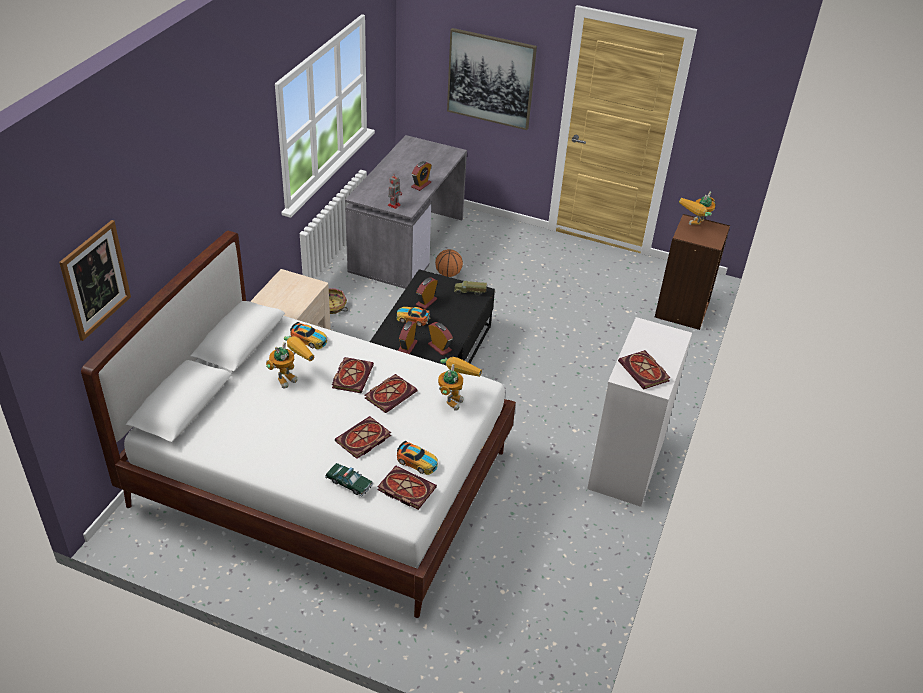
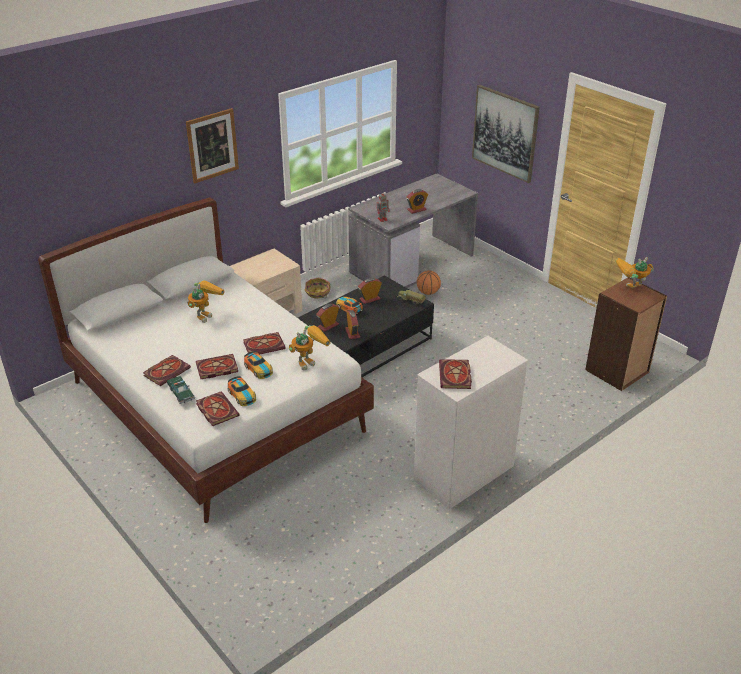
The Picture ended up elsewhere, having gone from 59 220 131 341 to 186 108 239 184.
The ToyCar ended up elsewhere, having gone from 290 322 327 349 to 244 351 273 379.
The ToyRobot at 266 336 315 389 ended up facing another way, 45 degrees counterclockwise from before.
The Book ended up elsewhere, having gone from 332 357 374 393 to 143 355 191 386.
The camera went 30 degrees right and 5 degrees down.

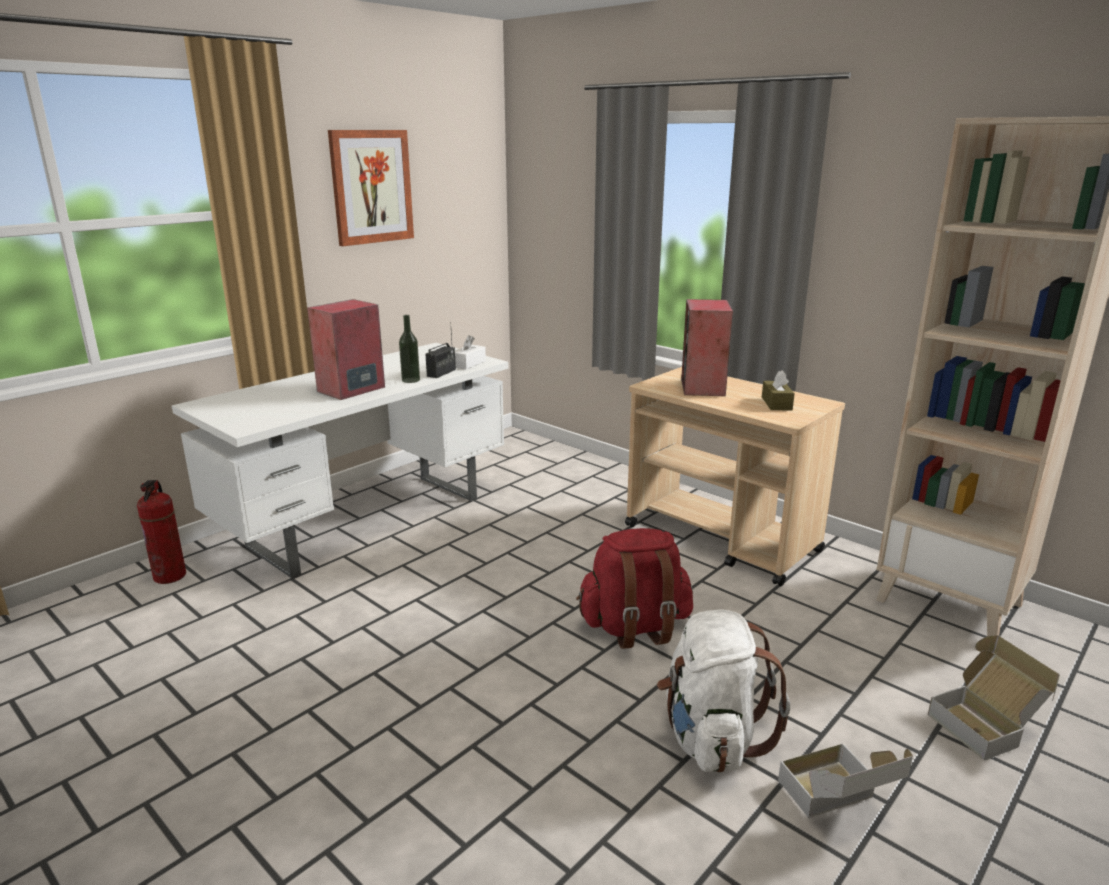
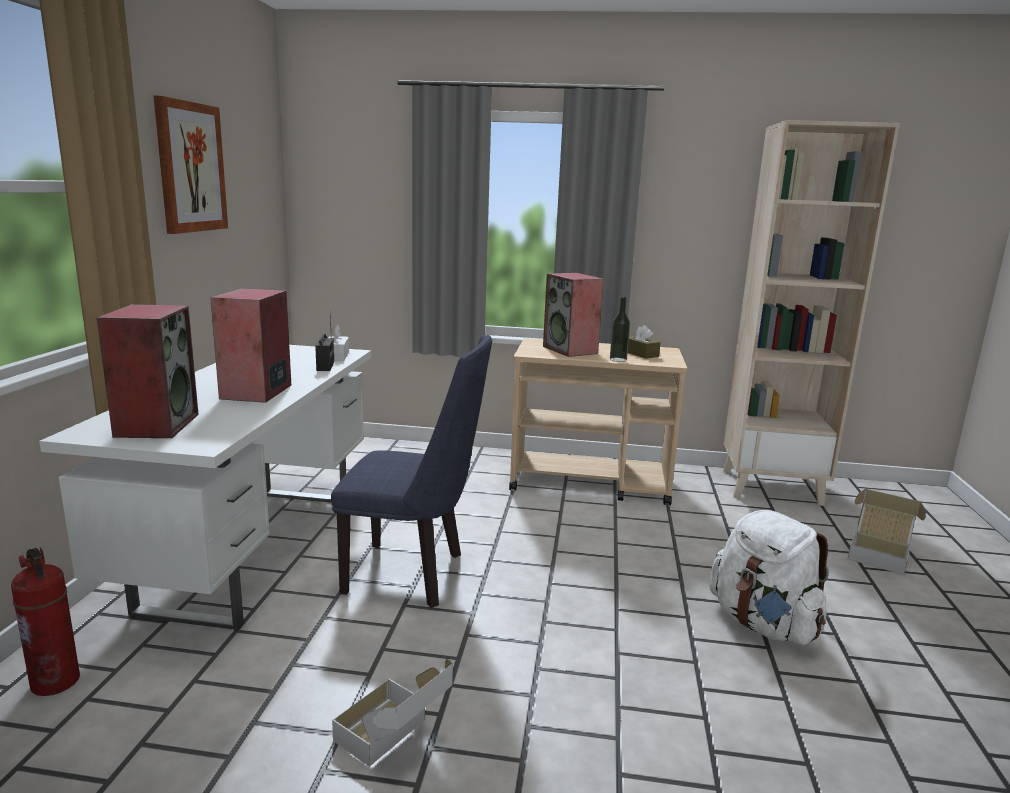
The Bottle ended up elsewhere, having gone from 399 315 420 383 to 610 297 630 362.
The second view lost the RedBackpack at 576 528 693 649.
The CardboardBox ended up elsewhere, having gone from 778 743 913 818 to 332 659 453 767.
The second view gained the Speaker at 97 304 199 438.
The second view gained the BlueChair at 331 335 492 608.
The camera went 35 degrees left and 5 degrees down.

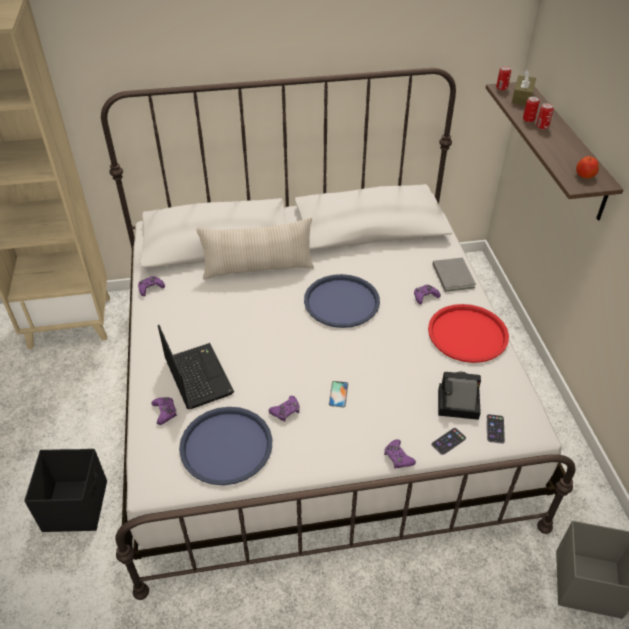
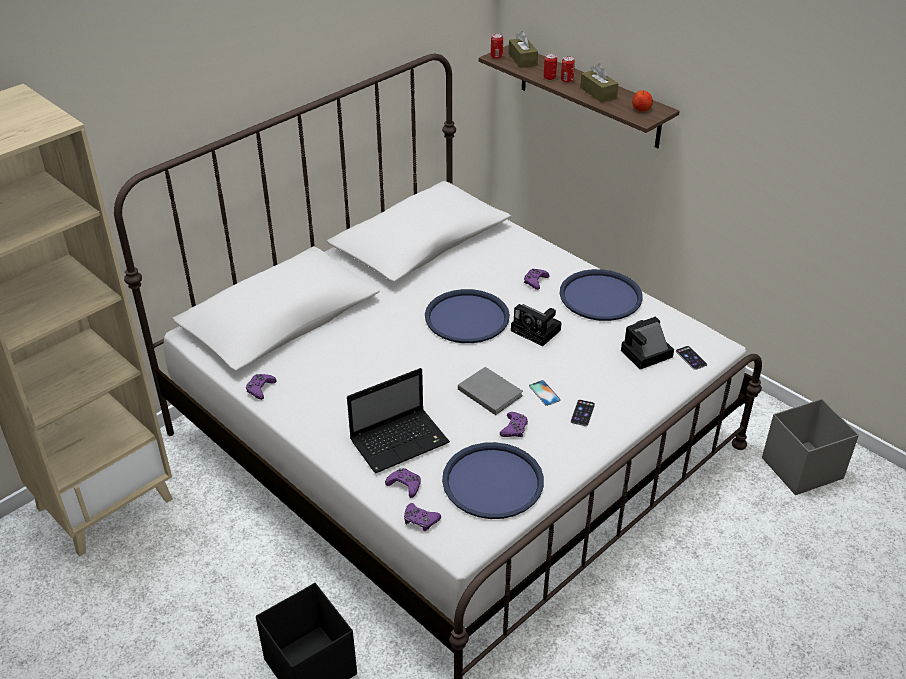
The second view lost the BeigePillow at 197 217 314 279.
The GreyBook ended up elsewhere, having gone from 433 258 476 292 to 458 367 523 415.
What was the RedTray at 428 304 509 363 turned into the BlueTray at 560 269 643 321.
The Laptop at 158 325 234 409 ended up facing another way, 120 degrees clockwise from before.
The Phone ended up elsewhere, having gone from 431 428 466 455 to 571 399 595 426.
The PurpleGameController ended up elsewhere, having gone from 384 439 416 469 to 404 503 441 531.
The second view gained the BrownTissueBox at 580 64 618 102.
The second view gained the PhotoCamera at 511 304 562 346.
The camera went 35 degrees left and 5 degrees down.

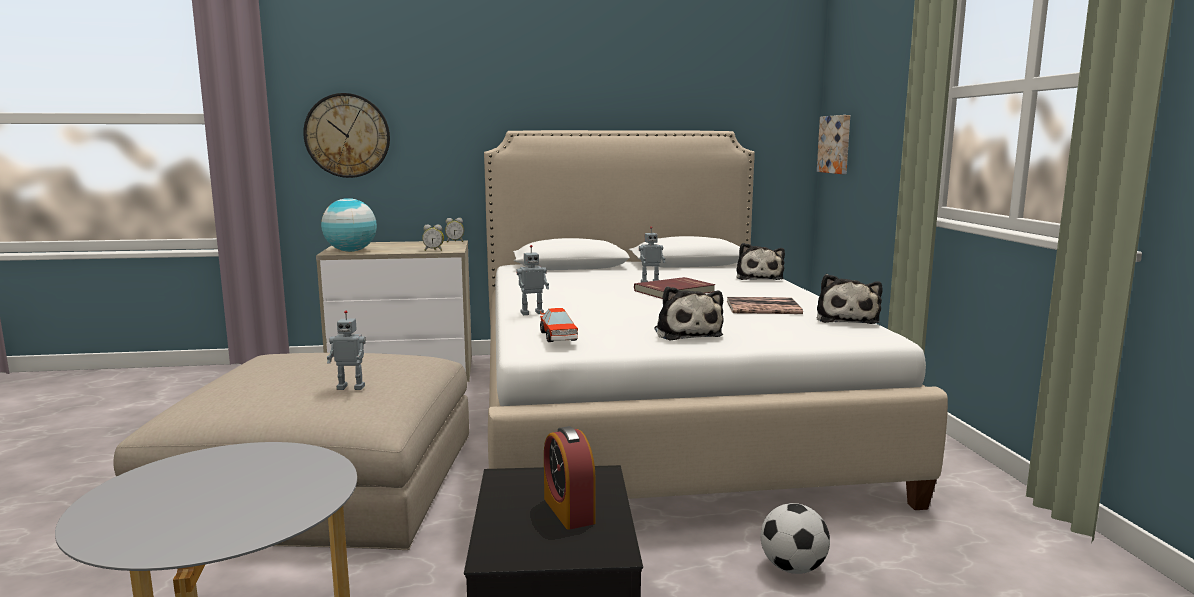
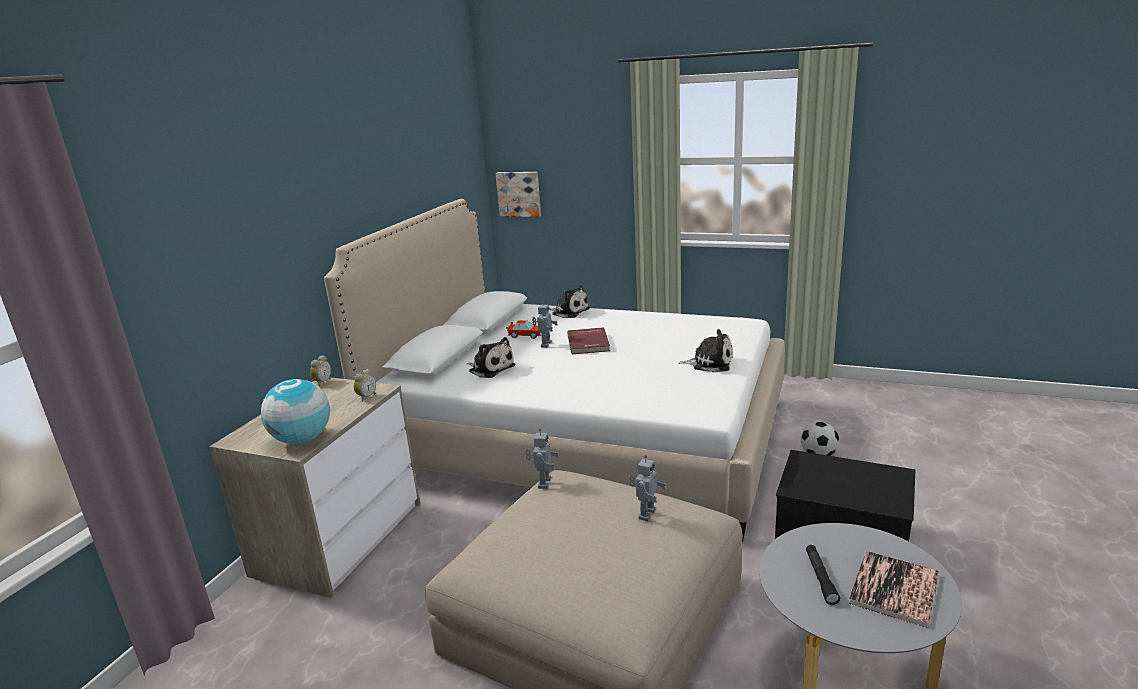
The second view lost the WallClock at 303 93 390 178.
The ToyRobot ended up elsewhere, having gone from 516 245 549 315 to 525 429 559 489.
The PlushToy ended up elsewhere, having gone from 817 274 883 324 to 467 337 516 378.
The Book ended up elsewhere, having gone from 727 297 803 314 to 848 551 940 628.
The ToyCar ended up elsewhere, having gone from 540 308 578 342 to 506 320 542 339.
The second view lost the AlarmClock at 544 426 595 530.
The second view gained the BlackFlashlight at 806 545 840 605.
The camera went 60 degrees left and 10 degrees up.

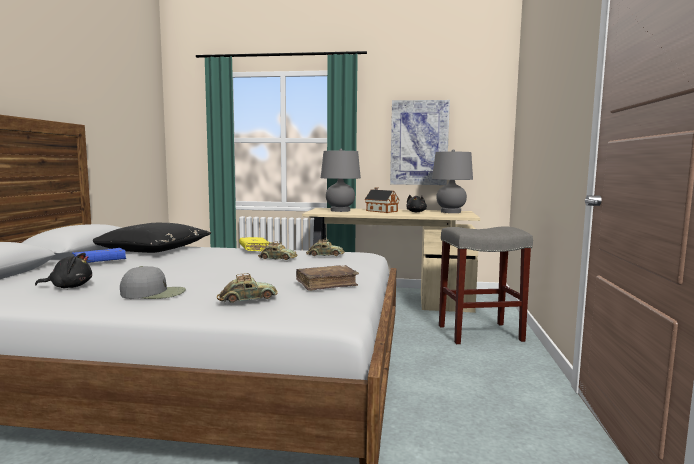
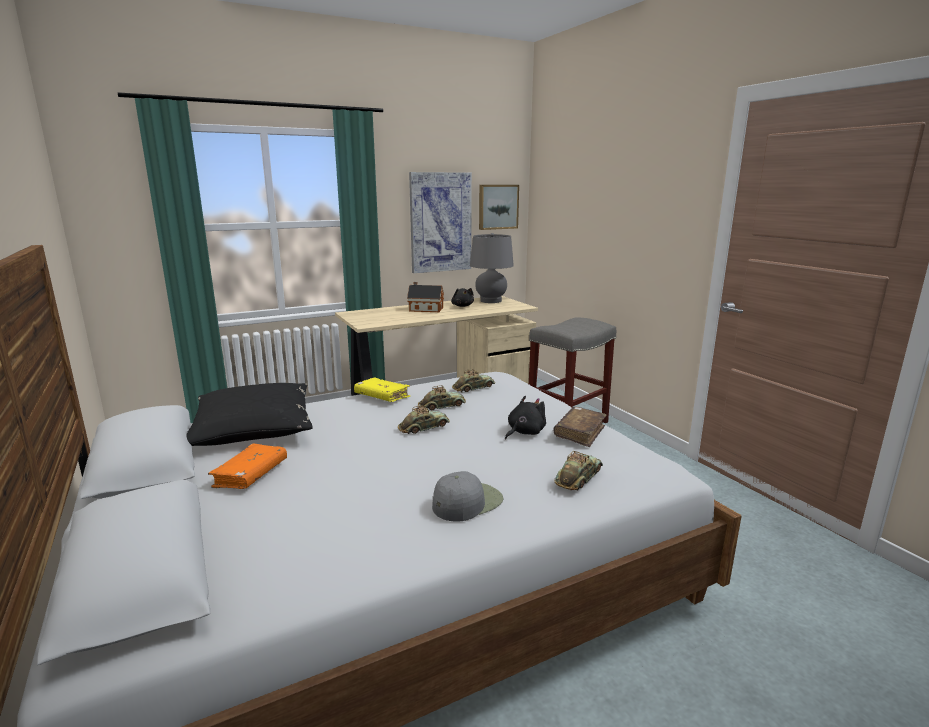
The second view lost the GreyTableLamp at 321 149 361 212.
What was the BlueBook at 72 248 126 263 turned into the OrangeBook at 208 444 287 489.
The BlackPlushToy ended up elsewhere, having gone from 35 253 92 288 to 505 396 546 439.
The second view gained the Picture at 479 185 519 230.
The second view gained the ToyCar at 398 405 450 434.
The camera went 35 degrees left and 10 degrees up.

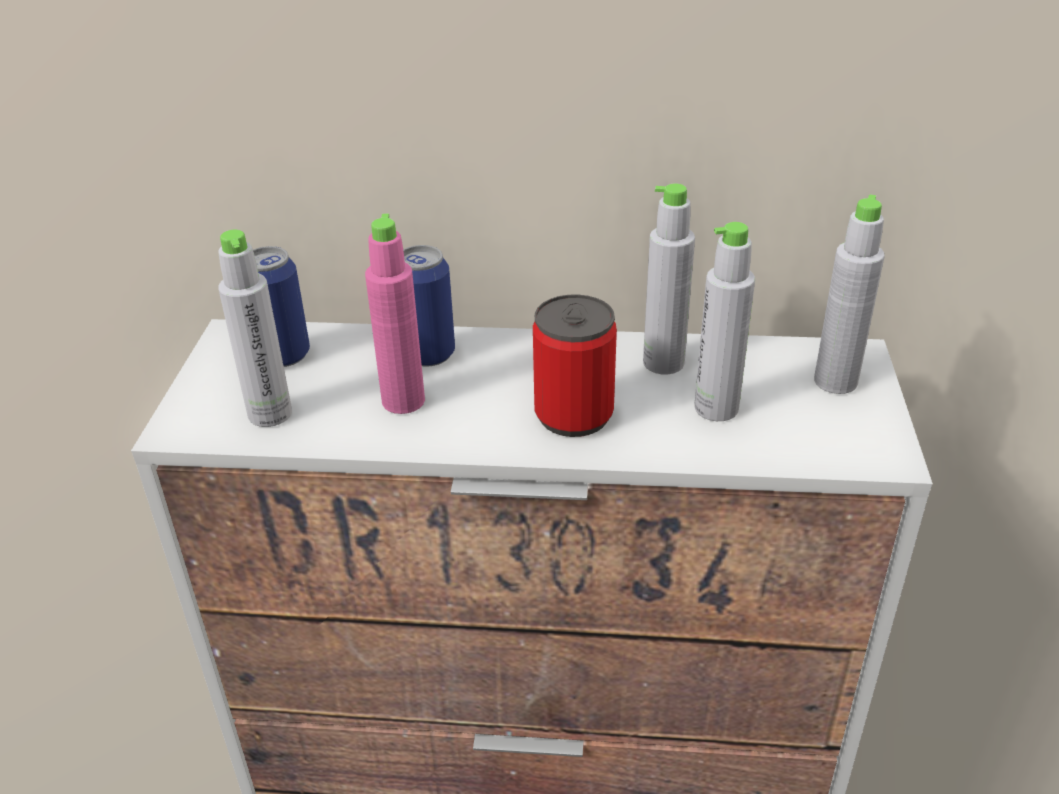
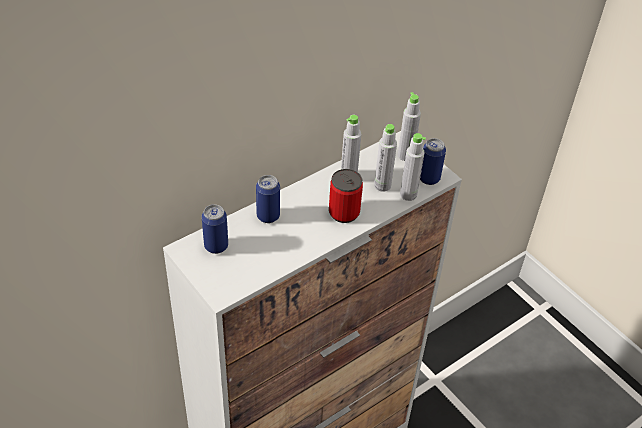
The second view lost the PinkBottle at 365 214 425 414.
The GreyBottle ended up elsewhere, having gone from 218 230 292 427 to 400 133 426 201.
The second view gained the Can at 420 138 446 185.
The camera went 45 degrees left and 10 degrees up.

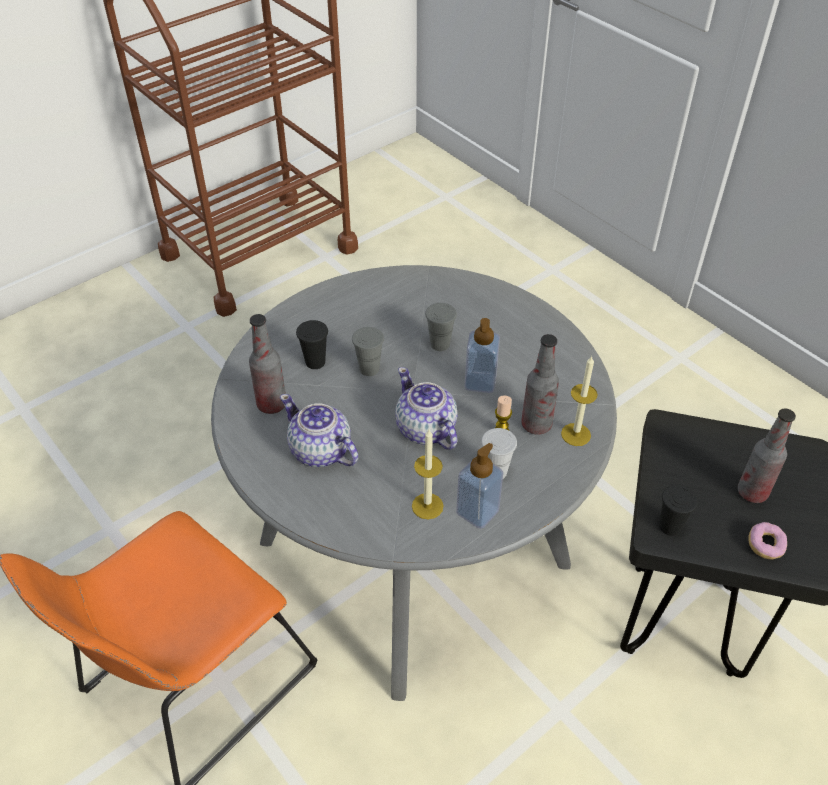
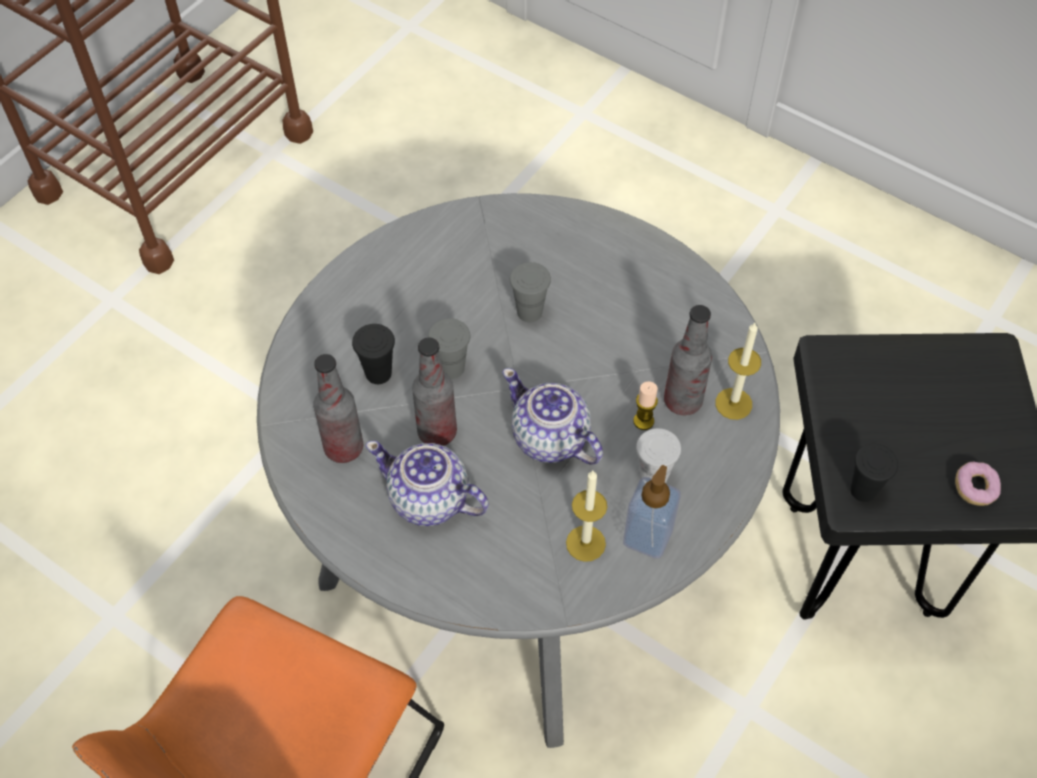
The second view lost the SoapDispenser at 464 318 500 393.
The Bottle ended up elsewhere, having gone from 738 408 796 503 to 412 338 457 446.
The camera went 15 degrees left and 10 degrees up.

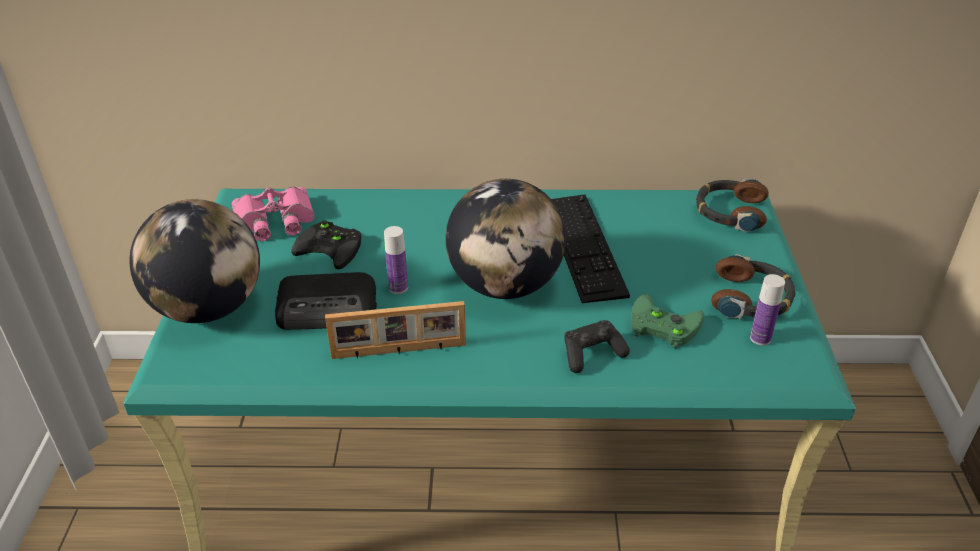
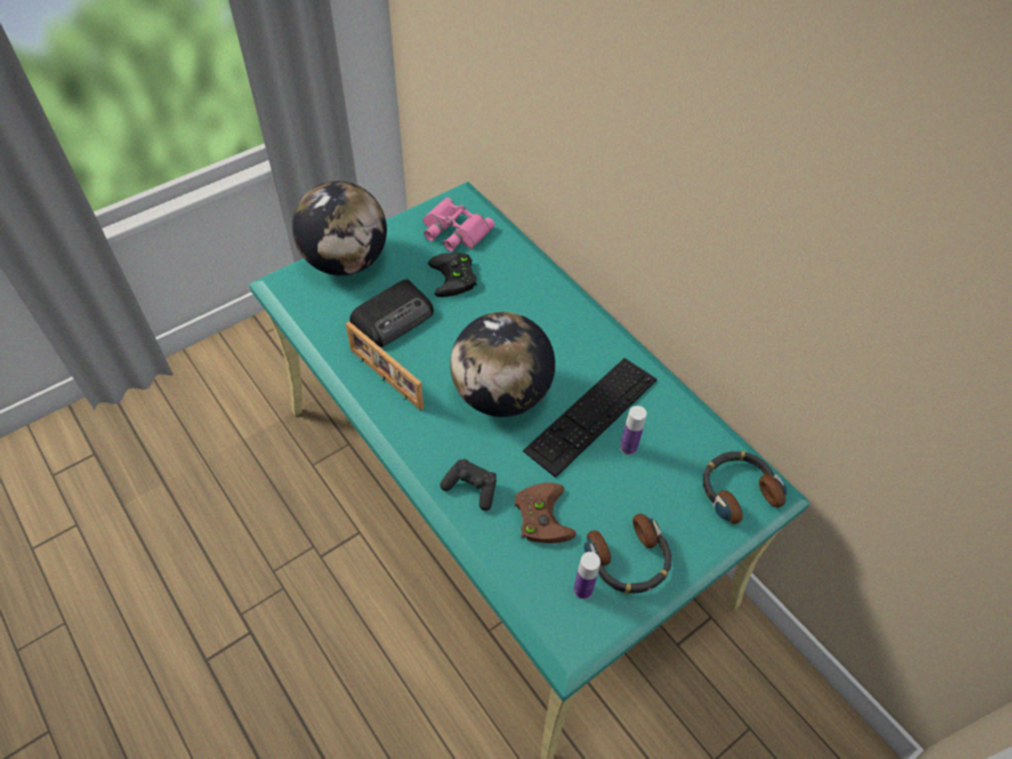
The Bottle ended up elsewhere, having gone from 384 226 408 294 to 620 406 647 455.
The Radio at 275 272 377 330 ended up facing another way, 90 degrees counterclockwise from before.
What was the GreenGameController at 631 294 704 349 turned into the BrownGameController at 514 483 576 543.
The camera went 50 degrees right and 15 degrees up.

